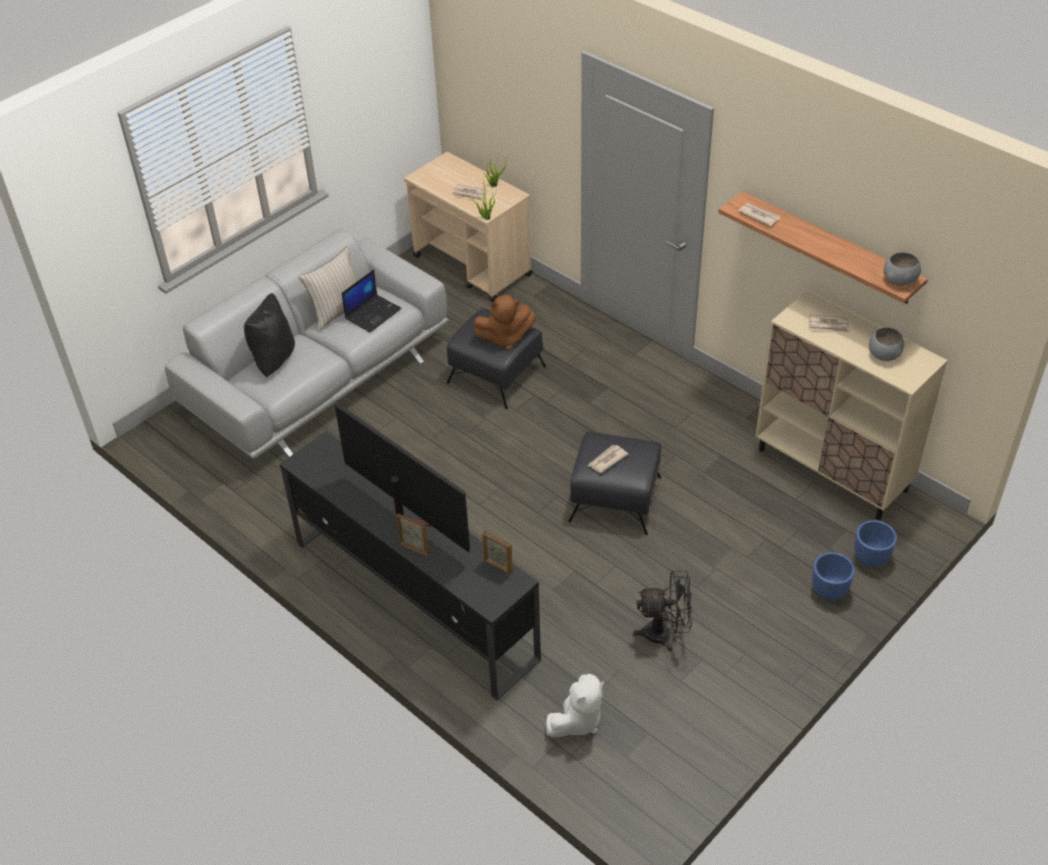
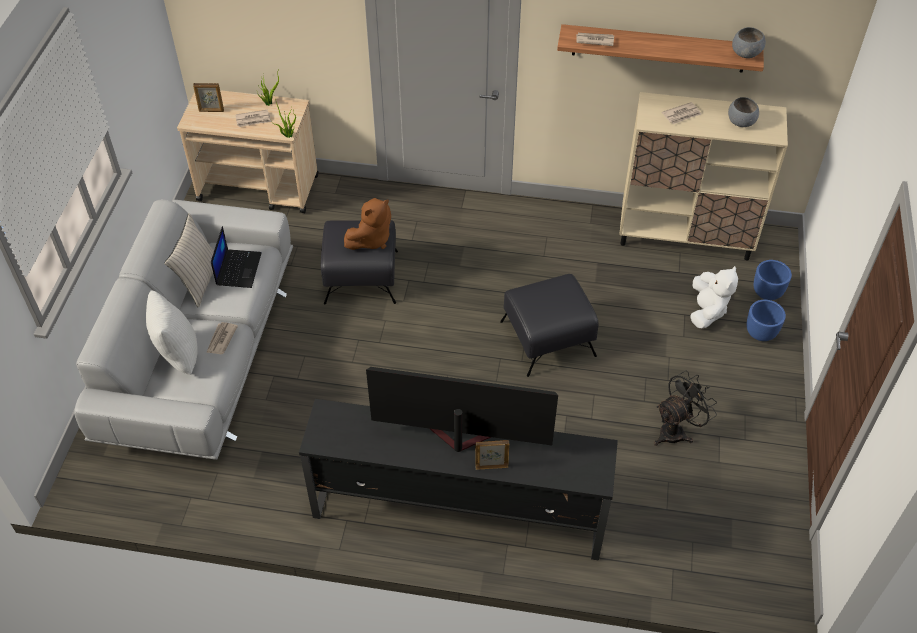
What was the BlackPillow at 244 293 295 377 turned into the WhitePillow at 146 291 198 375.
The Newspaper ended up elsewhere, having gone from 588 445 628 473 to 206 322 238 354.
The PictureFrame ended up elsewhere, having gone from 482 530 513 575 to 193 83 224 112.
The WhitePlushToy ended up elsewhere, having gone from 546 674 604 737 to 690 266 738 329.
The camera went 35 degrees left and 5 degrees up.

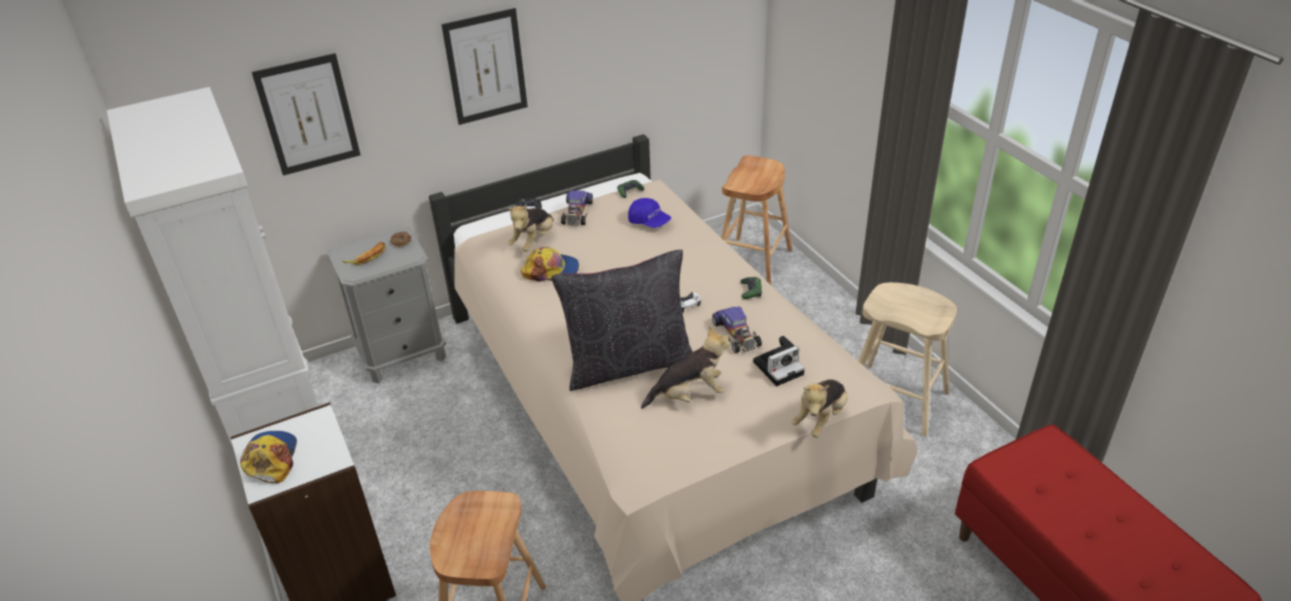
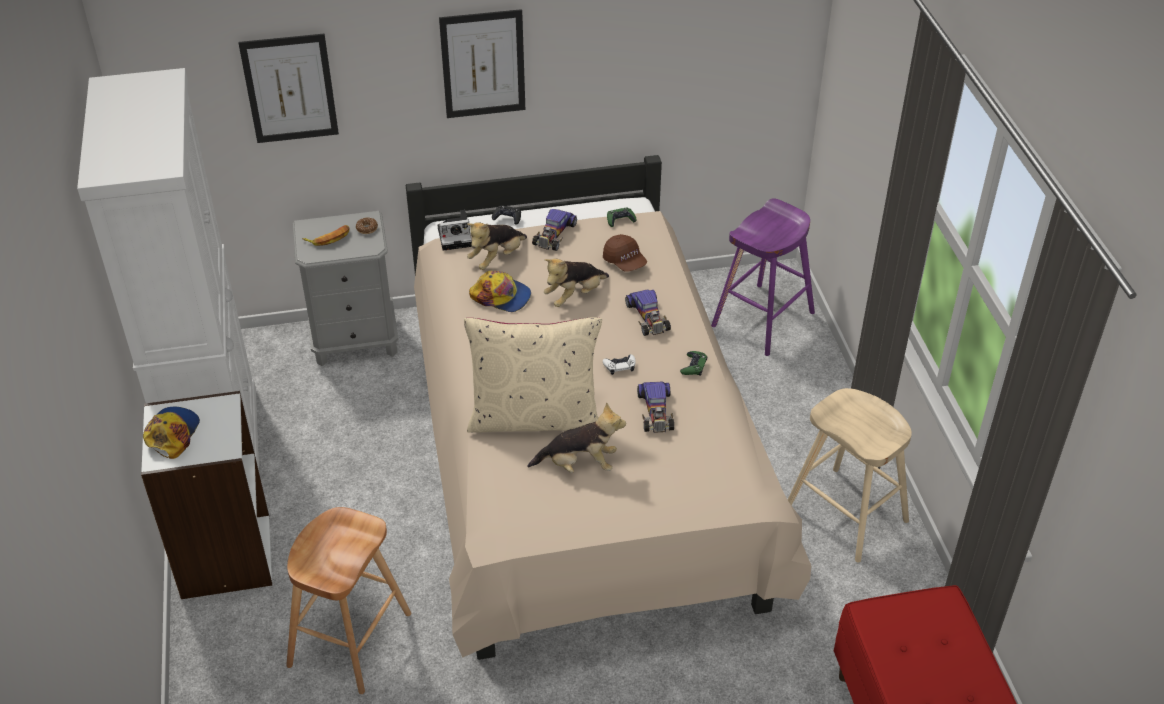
What was the BrownStool at 721 155 792 285 turned into the PurpleStool at 711 198 815 356.
What was the BlueCap at 628 198 671 228 turned into the BrownCap at 603 234 647 272.
What was the BlackPillow at 552 250 693 391 turned into the BeigePillow at 464 317 602 433.
The PhotoCamera ended up elsewhere, having gone from 753 336 805 386 to 438 210 472 251.
The PlushToy ended up elsewhere, having gone from 791 379 848 438 to 544 259 609 307.
The second view gained the ToyCar at 625 289 671 336.
The camera went 15 degrees right and 5 degrees up.

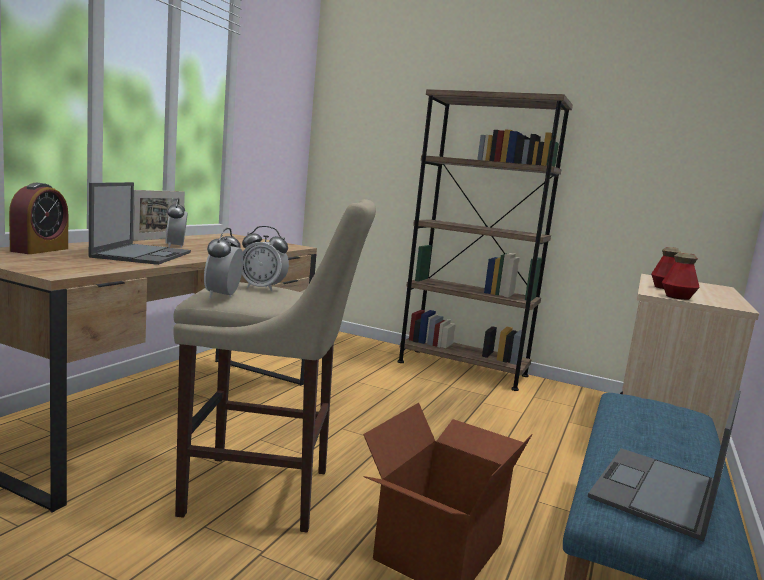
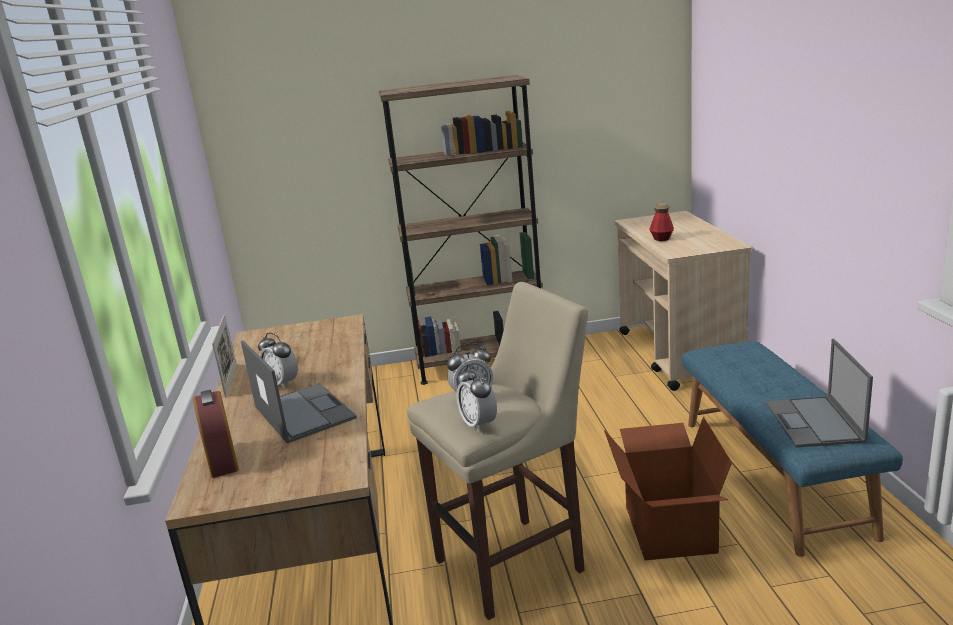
The second view lost the Bottle at 662 252 700 300.
The camera went 30 degrees left and 10 degrees up.

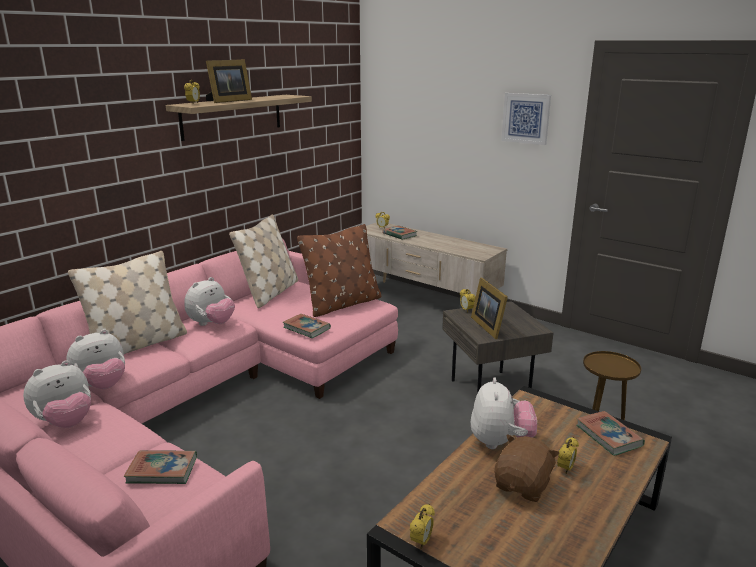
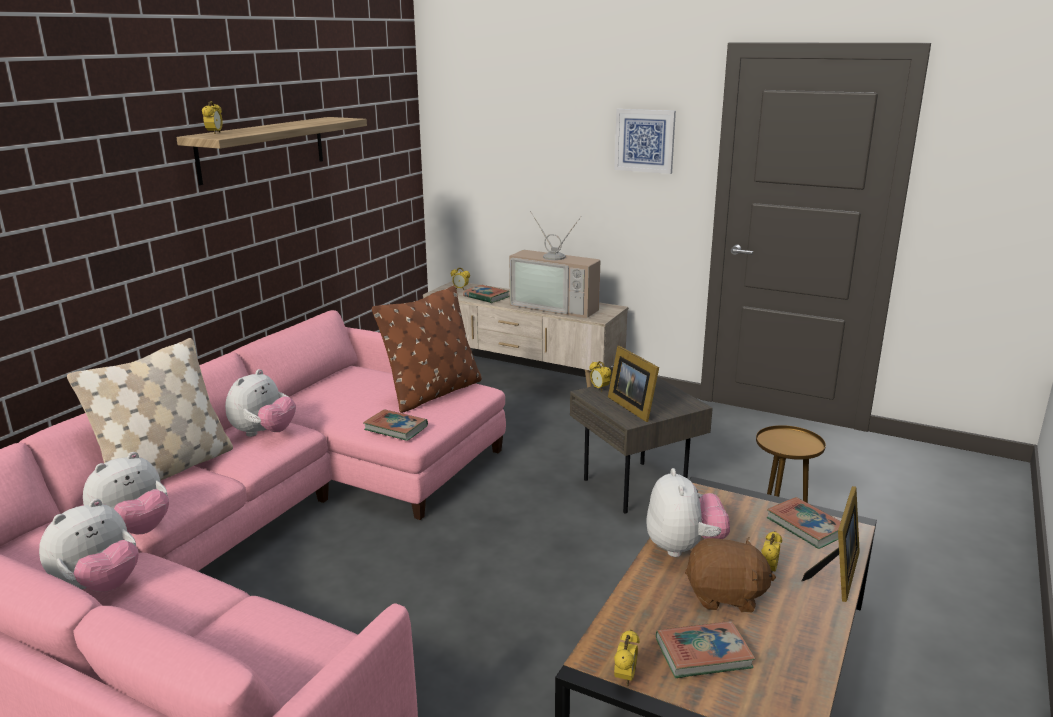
The PictureFrame ended up elsewhere, having gone from 206 60 252 103 to 802 486 860 602.
The second view lost the BeigePillow at 229 215 298 308.
The BrownPlushToy at 494 434 560 502 ended up facing another way, 75 degrees clockwise from before.
The Book ended up elsewhere, having gone from 124 451 197 484 to 656 621 755 678.
The second view gained the Television at 509 211 600 318.
The camera went 10 degrees left and 0 degrees up.

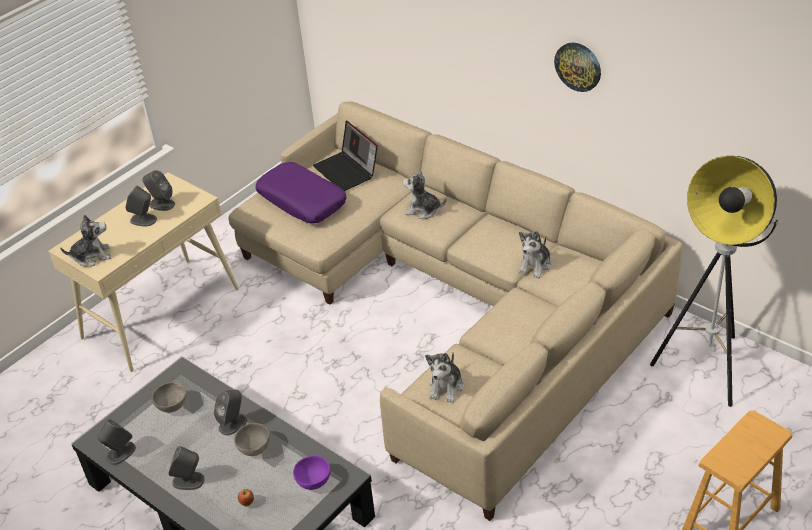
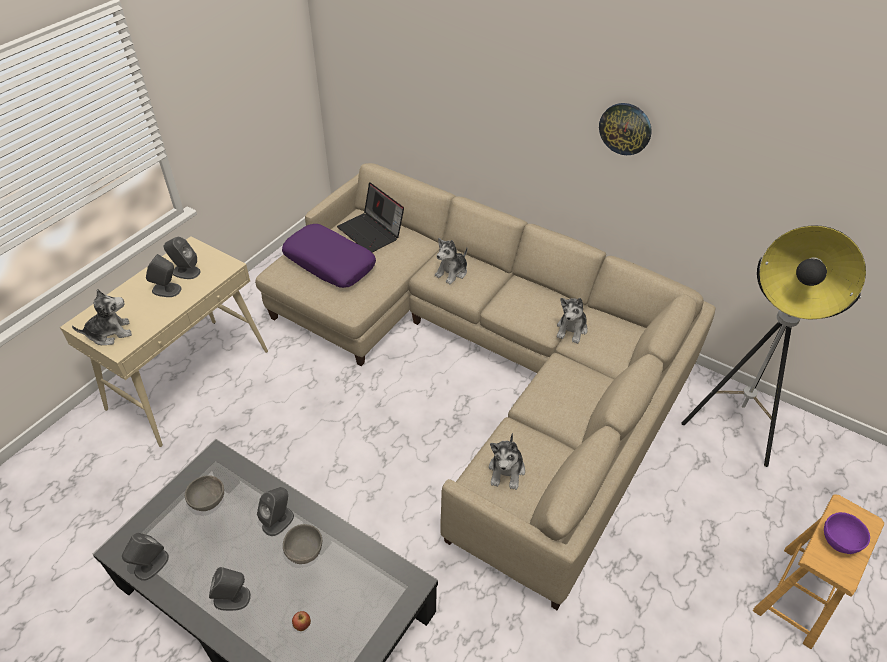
The PlushToy at 402 169 446 219 ended up facing another way, 60 degrees counterclockwise from before.
The PurpleBowl ended up elsewhere, having gone from 293 455 331 490 to 824 512 870 554.
The camera went 10 degrees left and 5 degrees up.

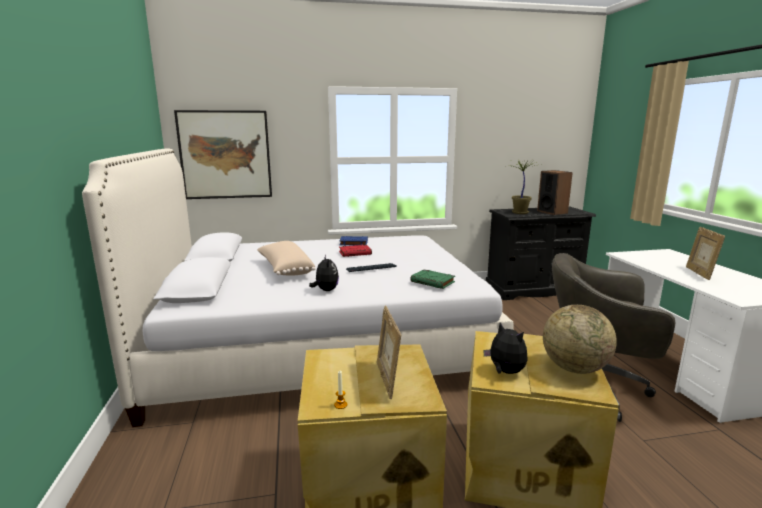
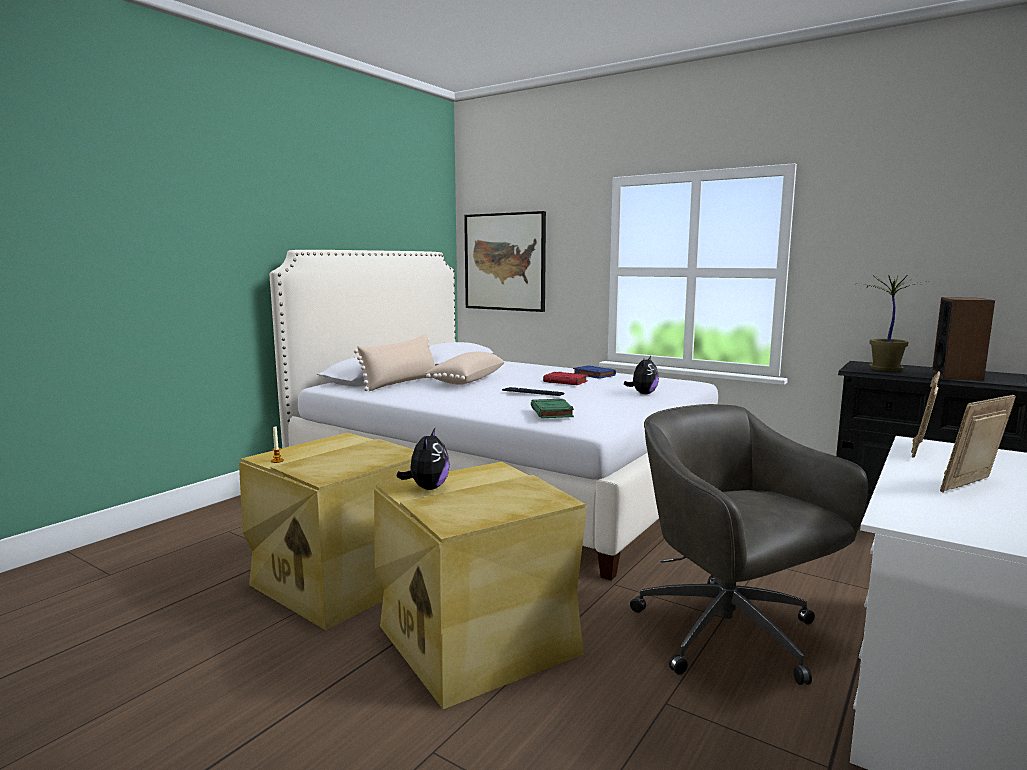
The PlushToy ended up elsewhere, having gone from 309 255 339 291 to 624 356 659 394.
The PictureFrame ended up elsewhere, having gone from 377 305 401 399 to 911 371 940 458.
The second view lost the Globe at 543 305 617 374.
The second view gained the BeigePillow at 354 335 435 391.
The camera went 45 degrees right and 5 degrees down.

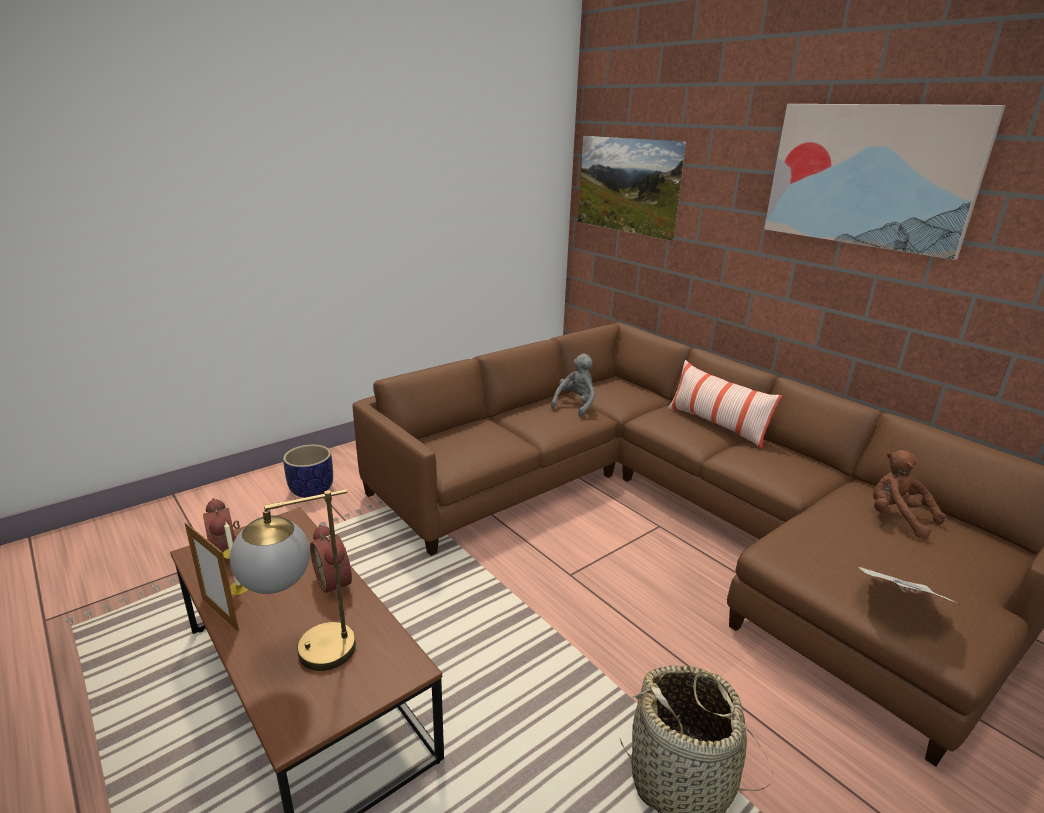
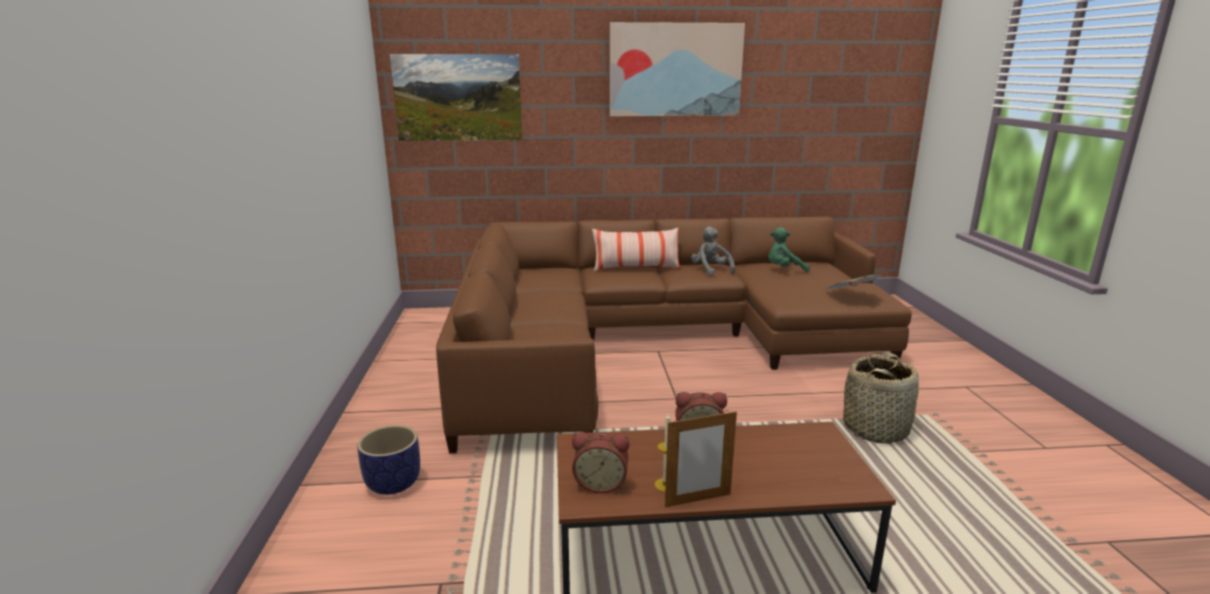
The GreyPlushToy ended up elsewhere, having gone from 551 354 595 417 to 691 226 735 276.
What was the BrownPlushToy at 873 450 946 539 turned into the GreenPlushToy at 768 227 810 272.
The second view lost the TableLamp at 230 489 356 671.
The camera went 55 degrees left and 5 degrees down.

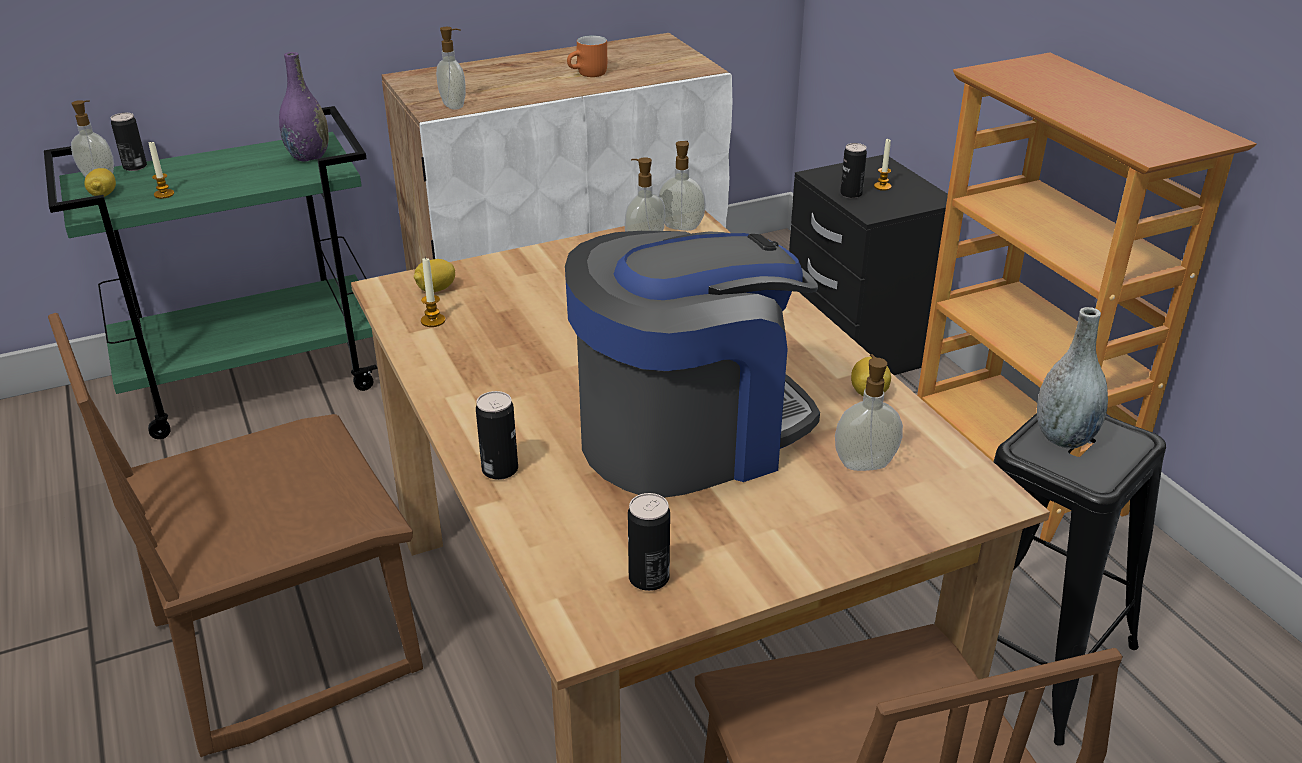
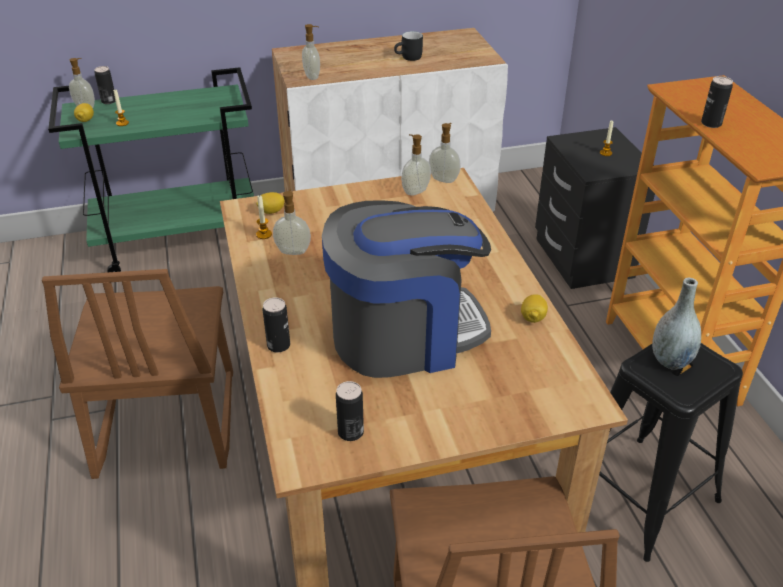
What was the OrangeMug at 567 35 607 77 turned into the BlackMug at 394 31 423 61.
The second view lost the PurpleVase at 279 52 329 162.
The Can ended up elsewhere, having gone from 840 143 867 199 to 701 76 733 128.
The BrownChair at 48 313 423 757 ended up facing another way, 75 degrees counterclockwise from before.
The SoapDispenser ended up elsewhere, having gone from 835 354 903 471 to 273 189 311 255.
The camera went 10 degrees right and 5 degrees up.

